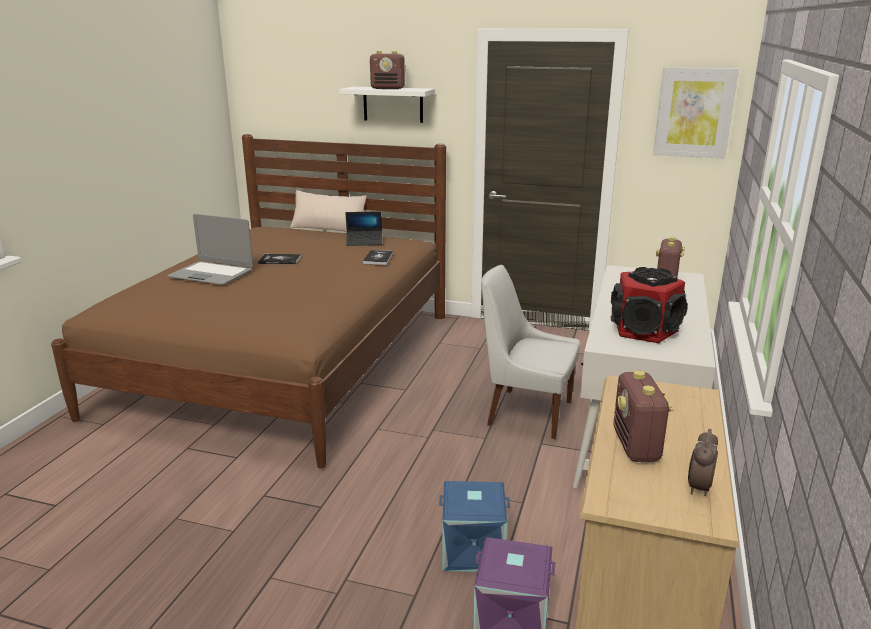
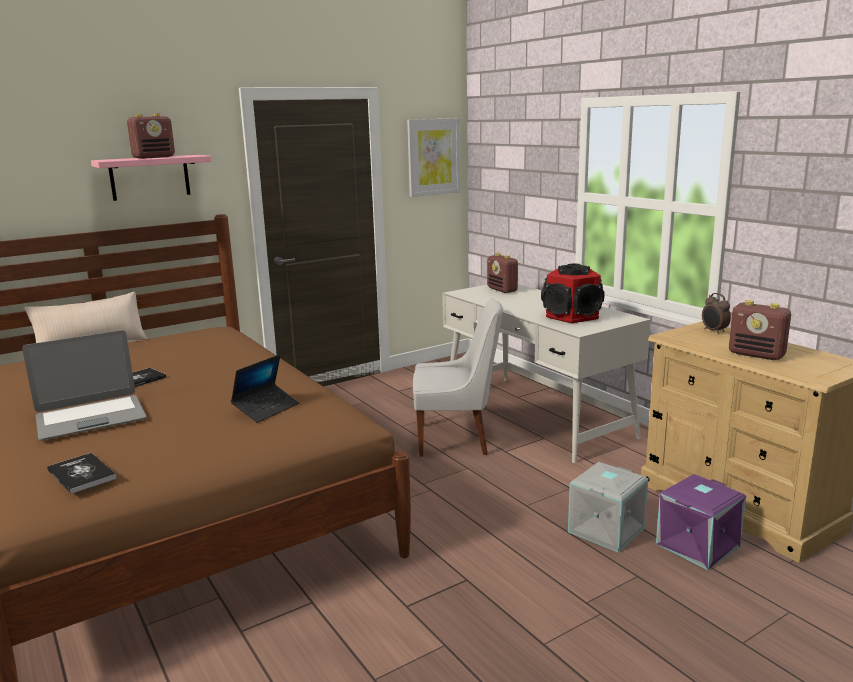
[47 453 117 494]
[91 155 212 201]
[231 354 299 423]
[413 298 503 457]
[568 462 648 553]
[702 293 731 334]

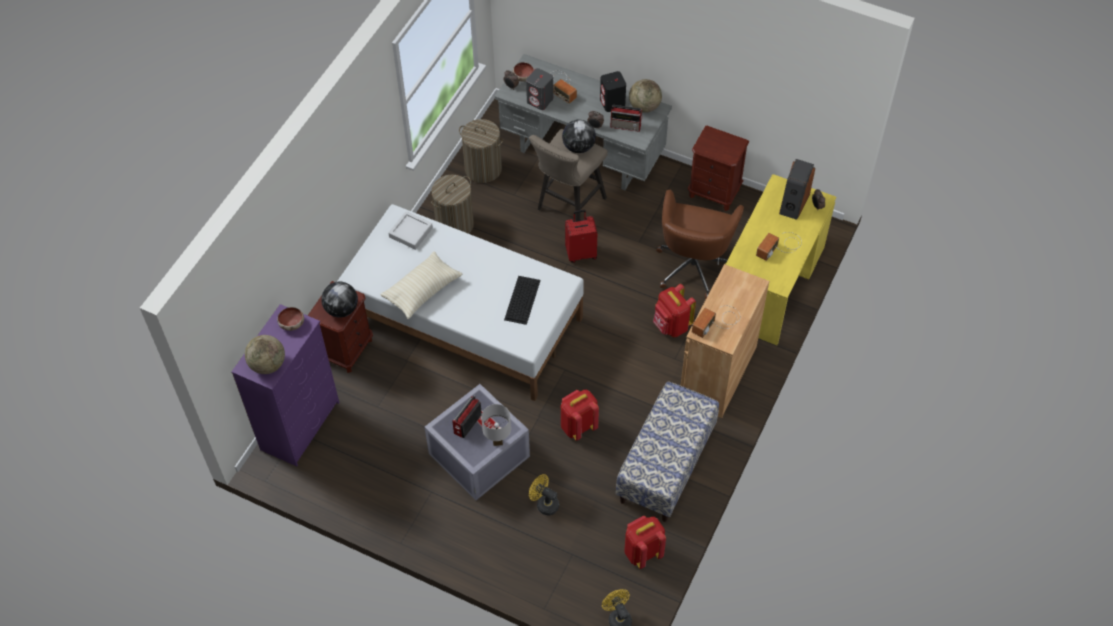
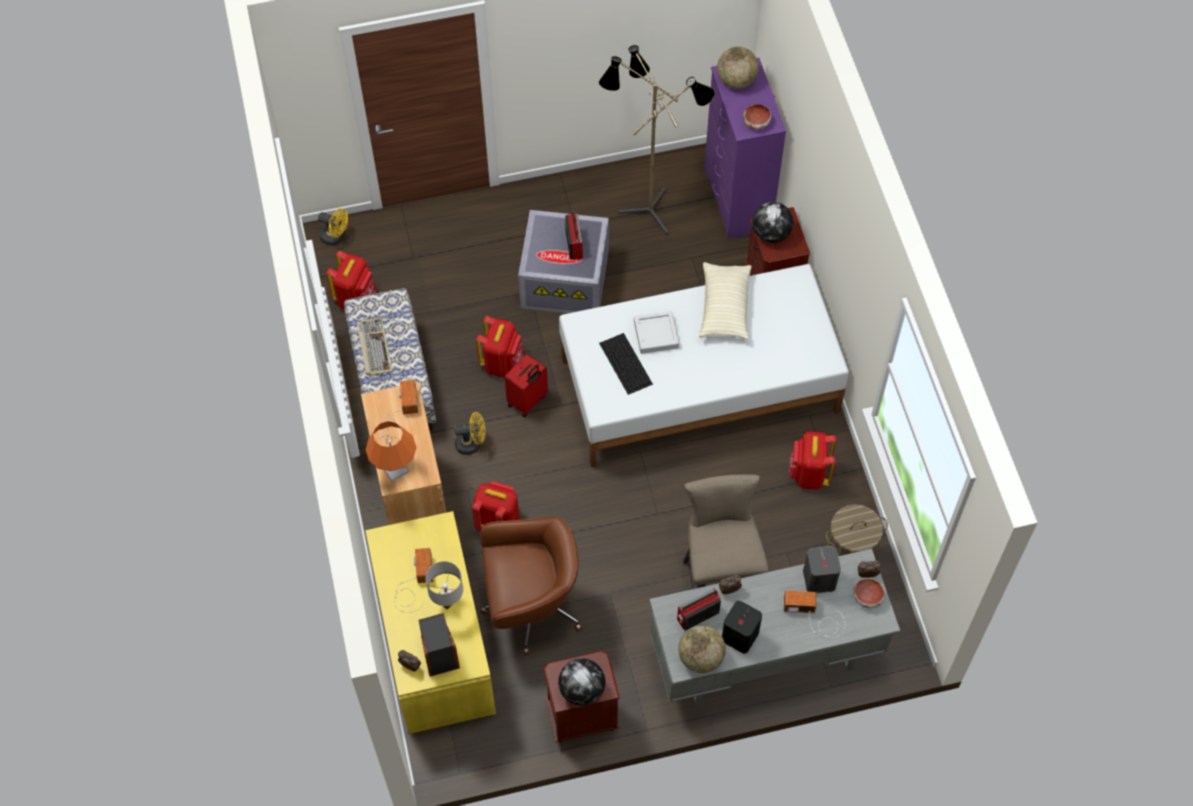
[357 317 392 375]
[366 421 416 481]
[425 561 463 610]
[455 412 485 455]
[480 516 582 656]
[505 354 548 417]
[558 658 606 706]
[599 45 715 235]
[634 311 679 354]
[789 431 837 490]

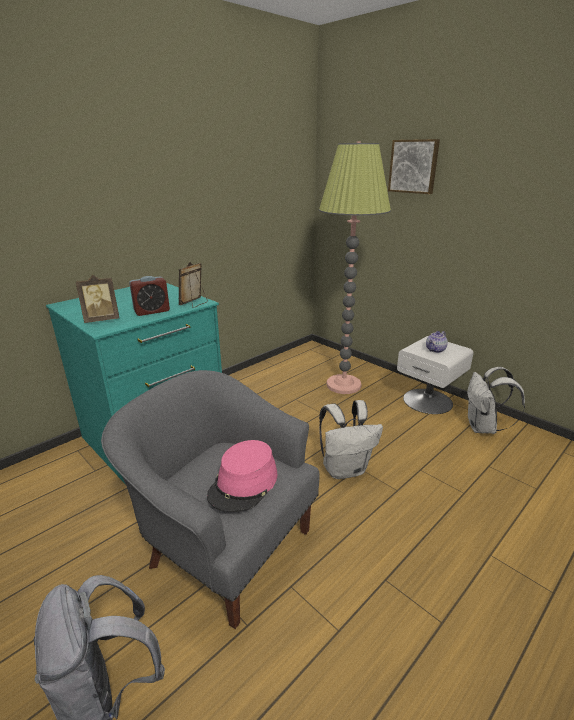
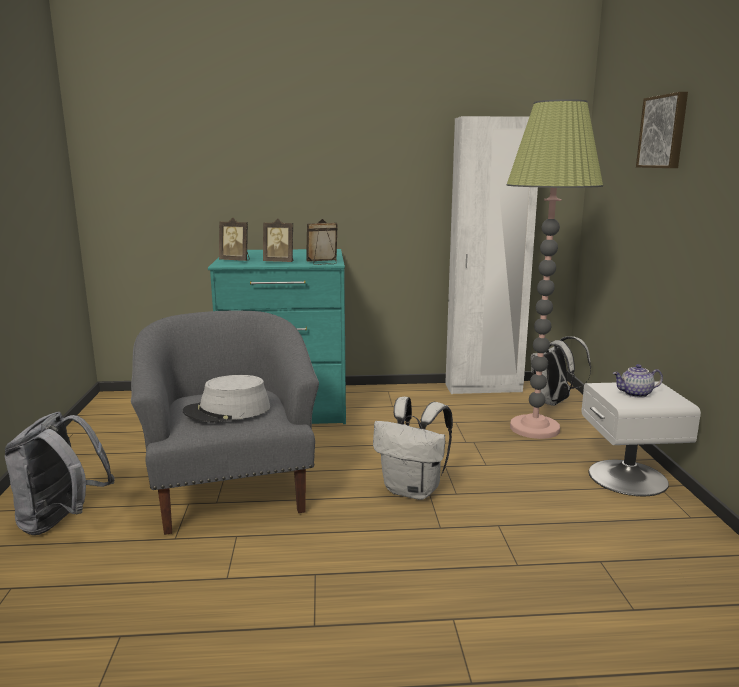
[183 375 270 423]
[263 218 293 262]
[445 116 538 394]
[531 336 591 406]

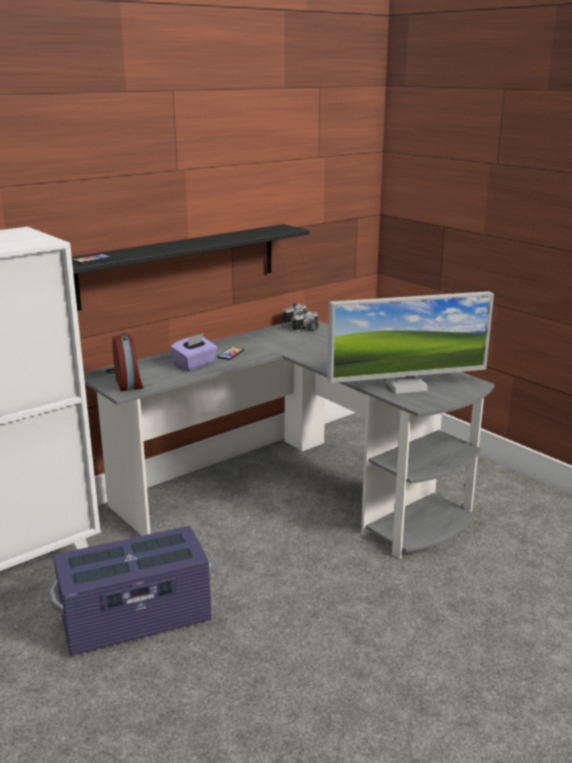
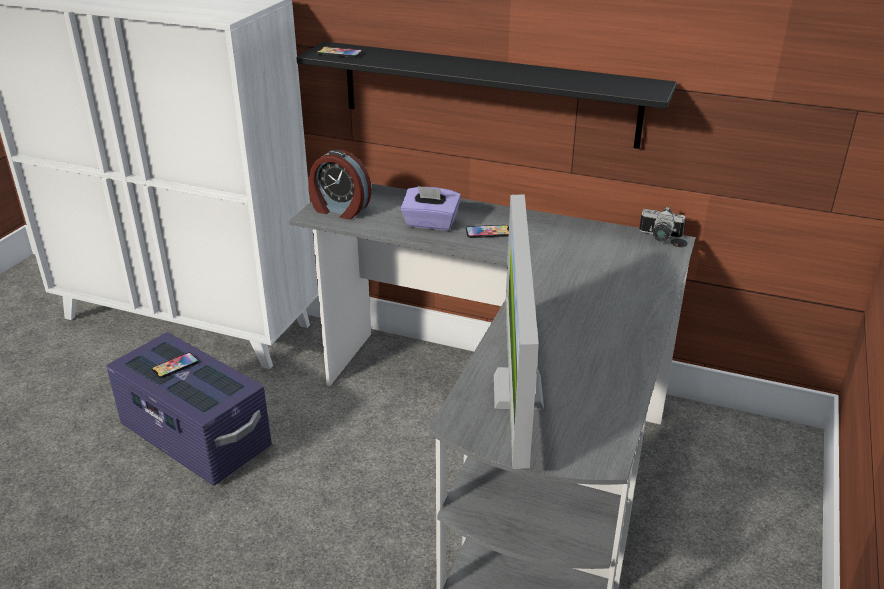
[152 352 199 378]
[308 150 372 220]
[494 194 544 469]
[292 310 319 331] (first image)

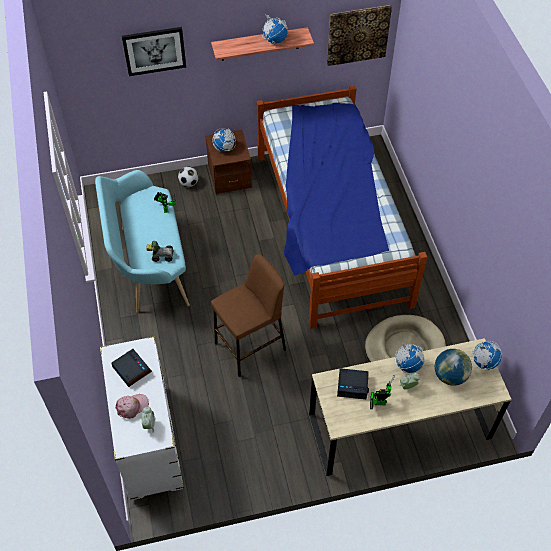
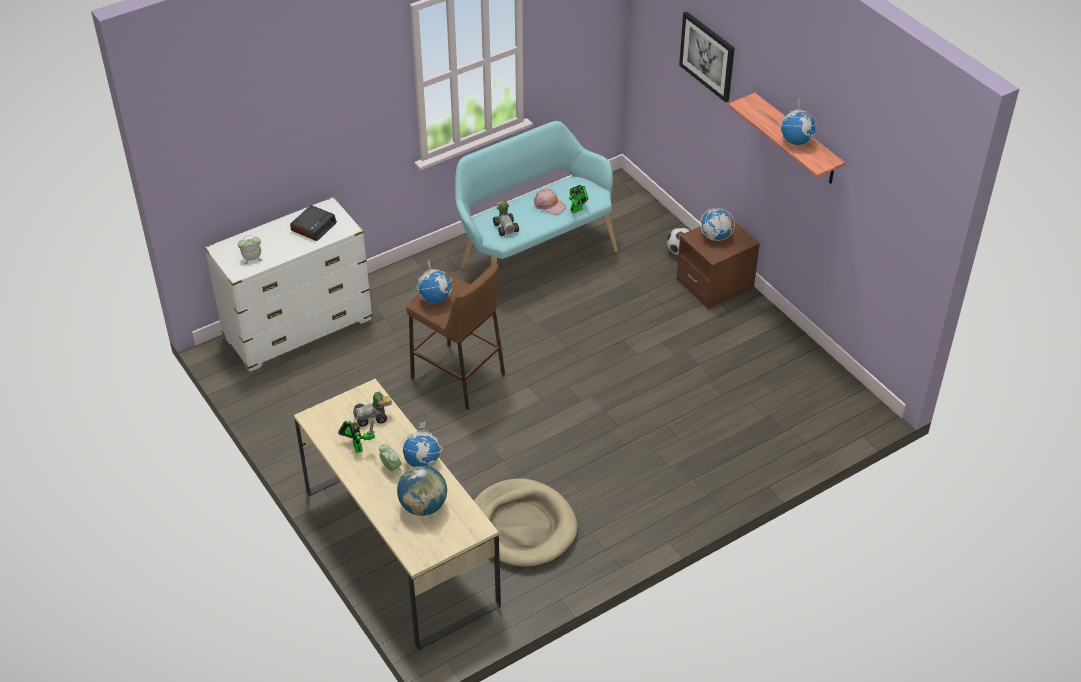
[353 392 392 427]
[415 260 452 303]
[534 188 566 215]
[257 85 427 329] (first image)
[327 5 392 66] (first image)

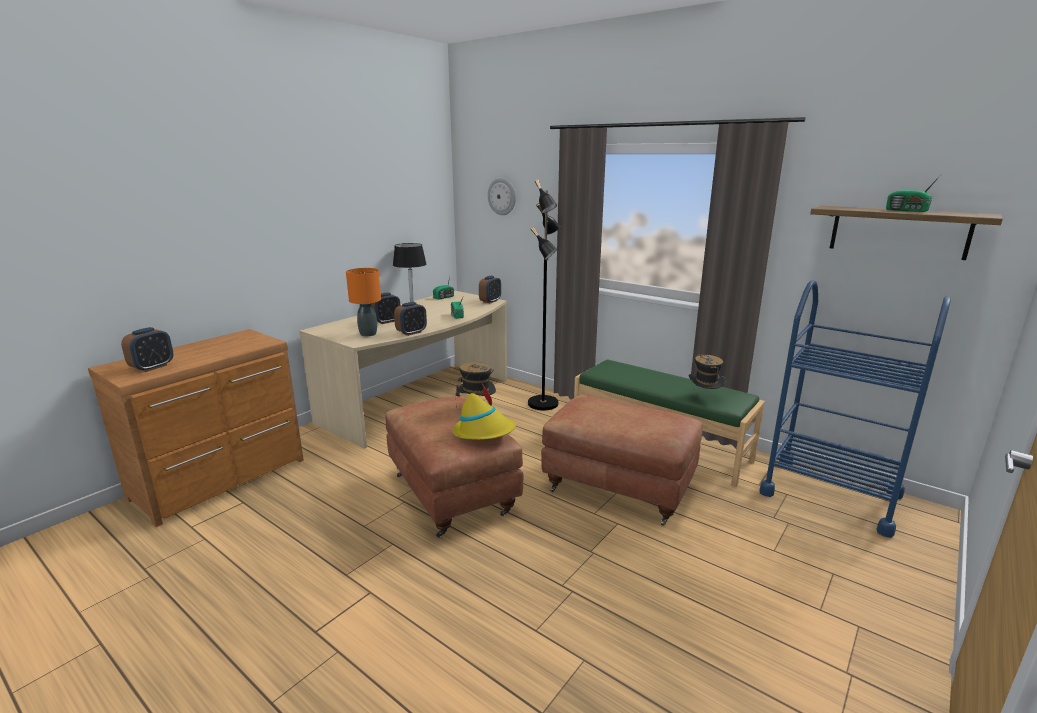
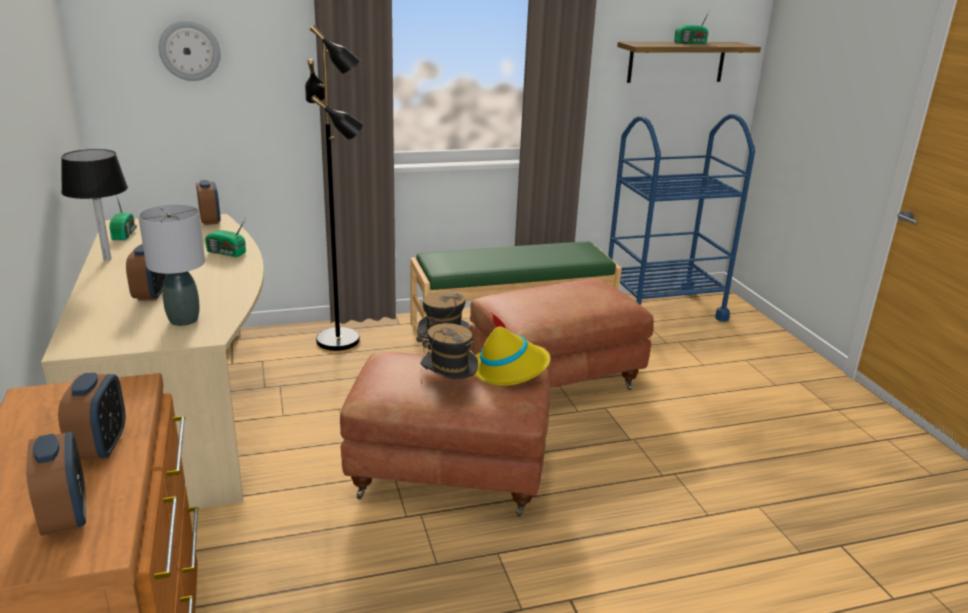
[58 373 126 460]
[138 204 205 326]
[420 323 478 385]

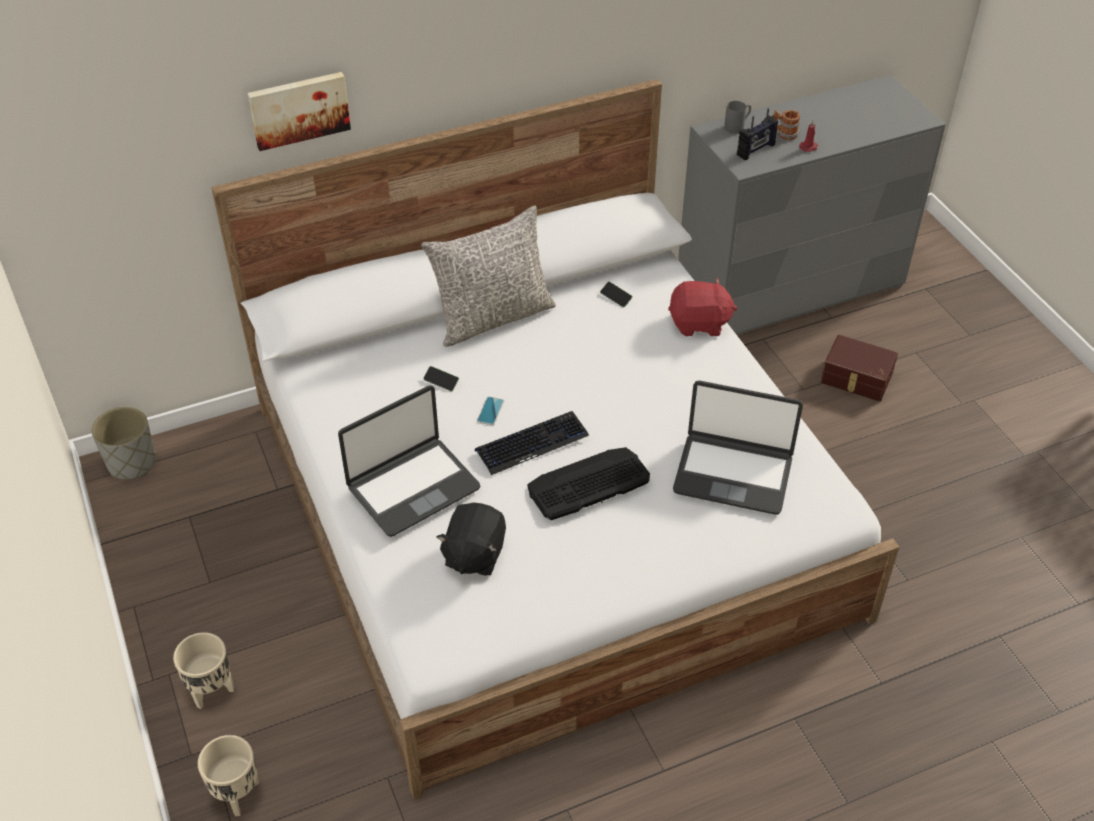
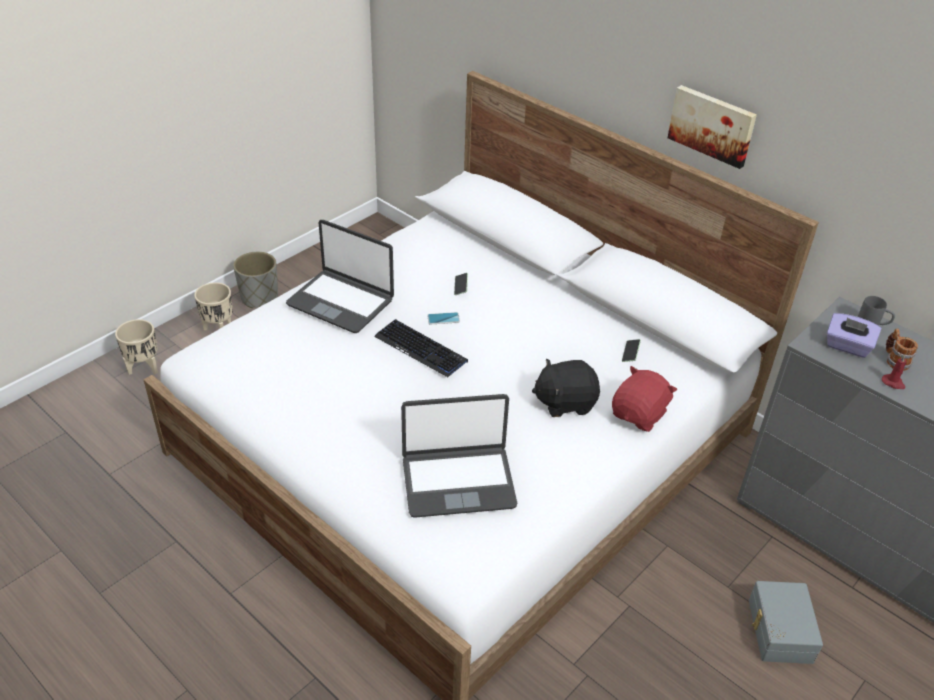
[233 252 278 308]
[401 394 517 518]
[532 359 600 417]
[612 366 677 432]
[668 85 757 169]
[749 581 823 664]
[827 313 881 358]
[421 205 556 347] (first image)
[527 447 650 520] (first image)

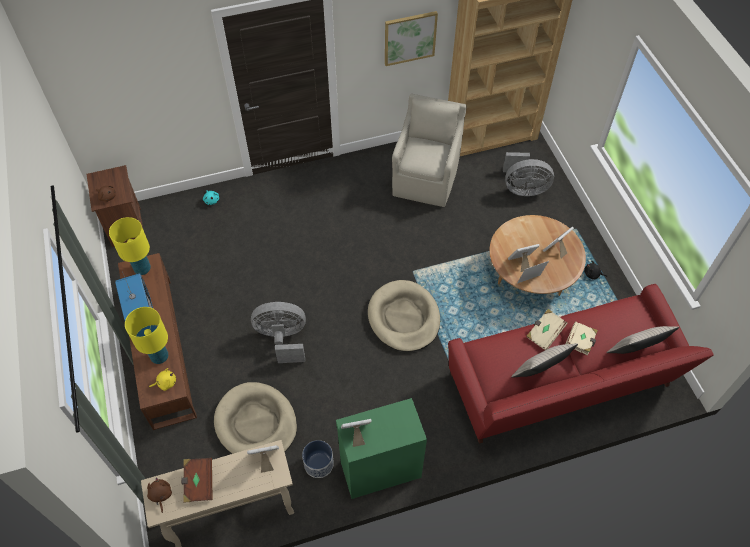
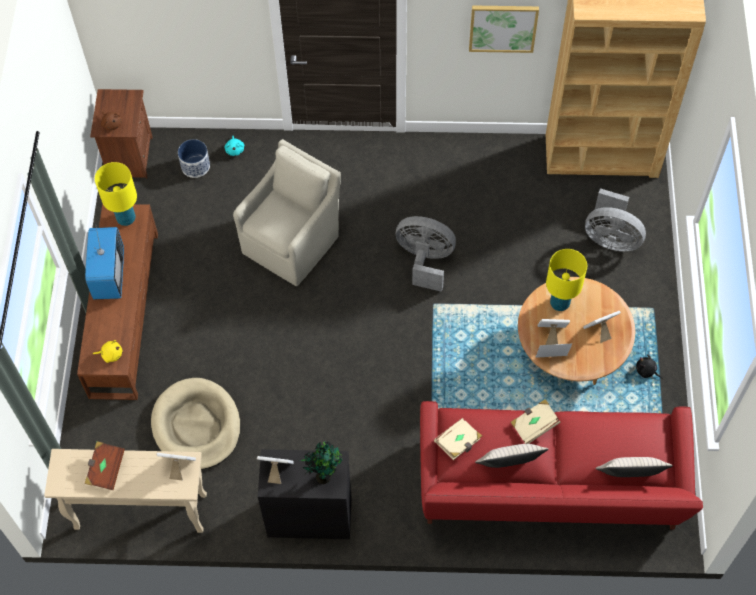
[178 139 210 178]
[233 139 341 286]
[258 449 352 539]
[300 441 343 484]
[395 216 456 292]
[434 418 482 460]
[546 249 587 311]
[147 477 172 513] (first image)
[368 280 440 352] (first image)

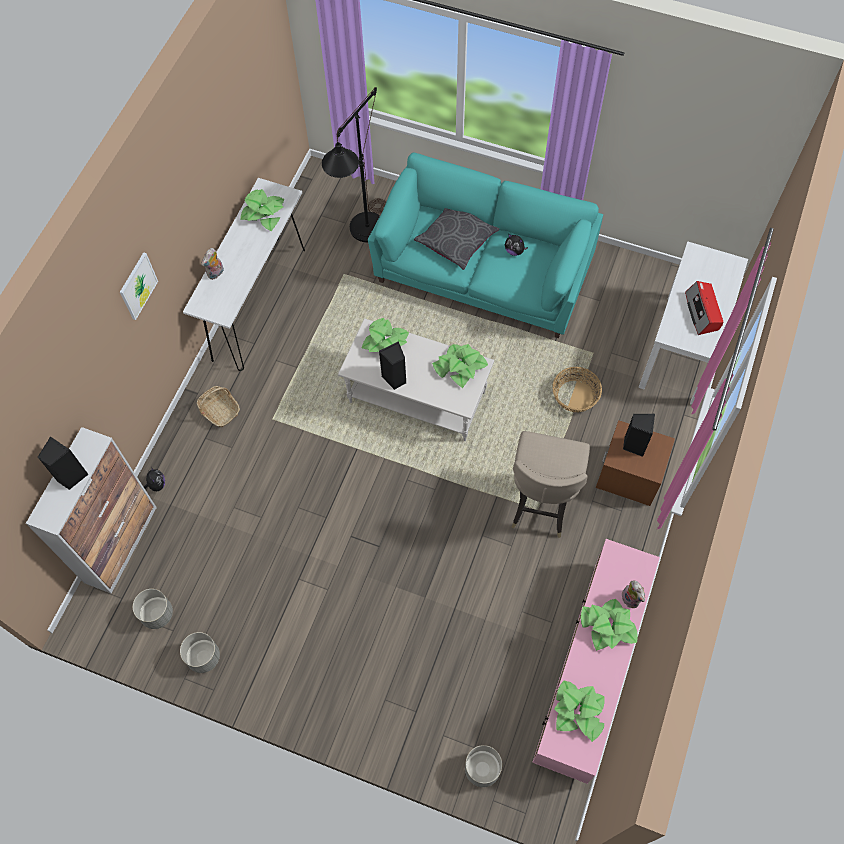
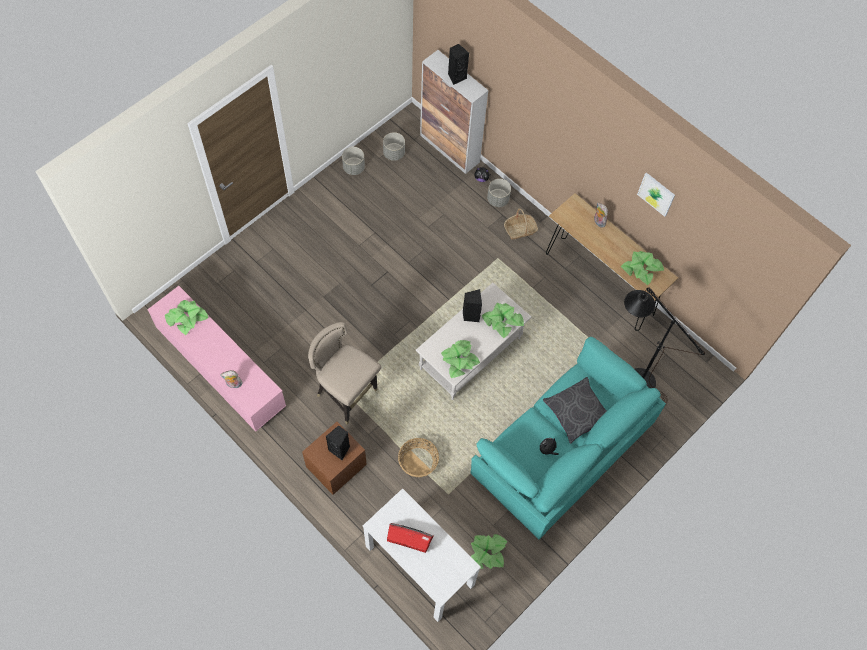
[471 534 507 569]
[487 179 511 207]
[546 193 678 331]
[637 172 675 217]

